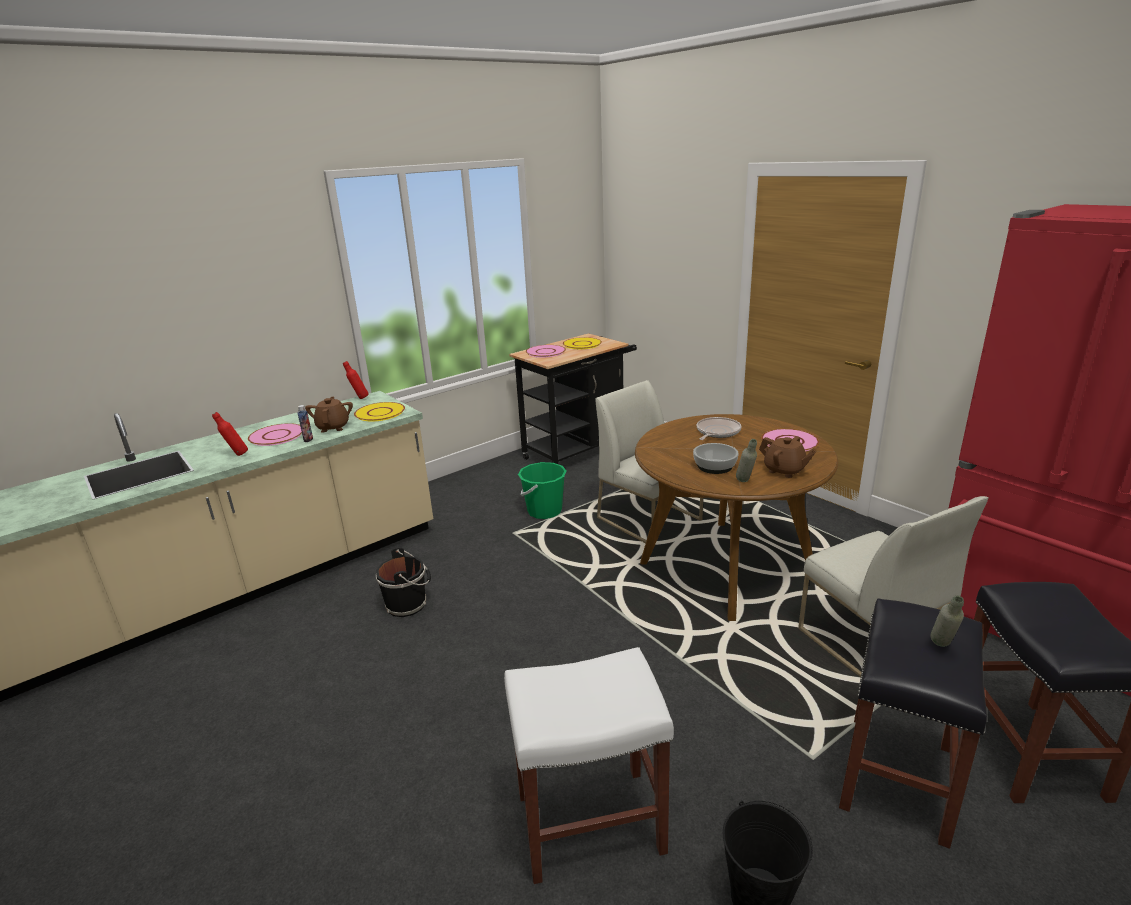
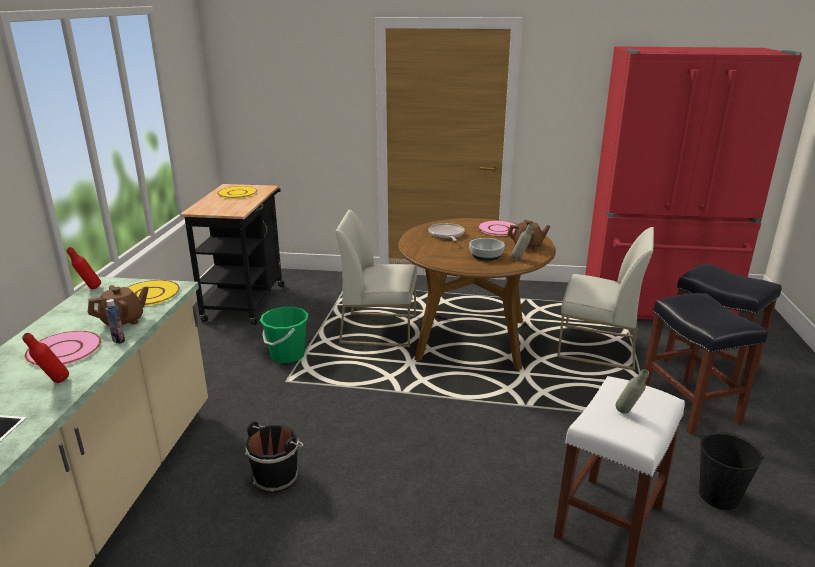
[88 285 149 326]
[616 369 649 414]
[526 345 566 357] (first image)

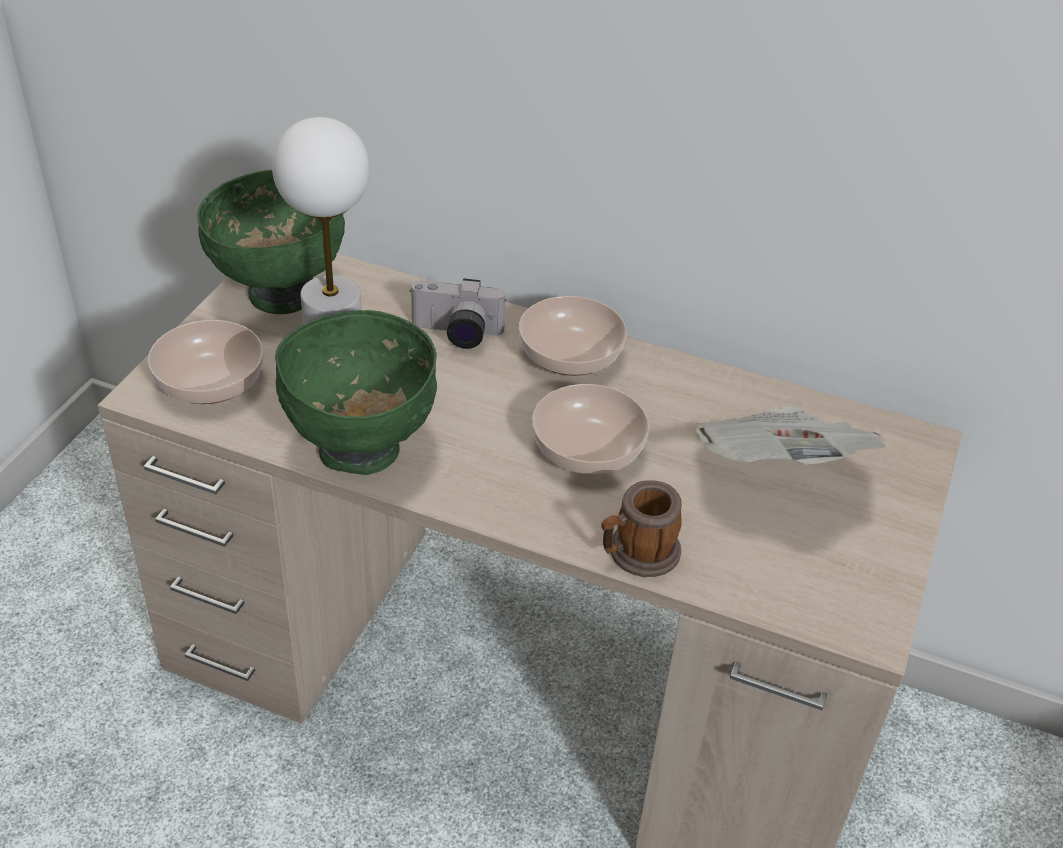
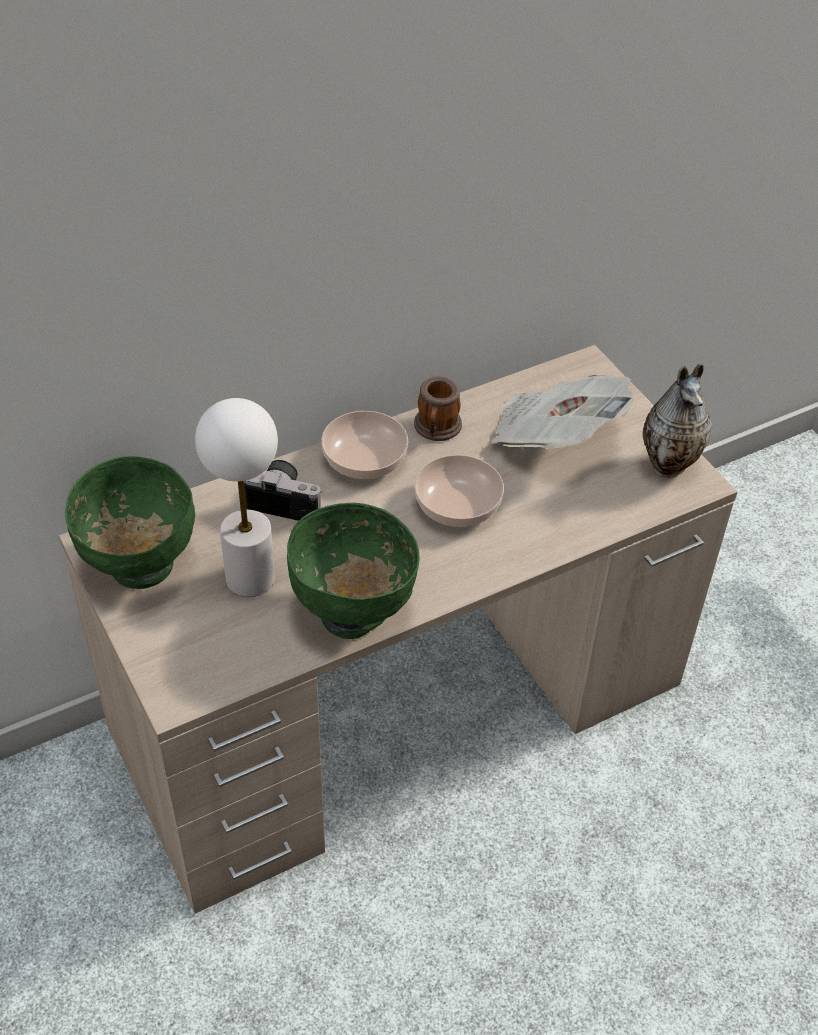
[244 460 323 521]
[414 376 462 441]
[643 364 712 478]
[148 320 264 404] (first image)

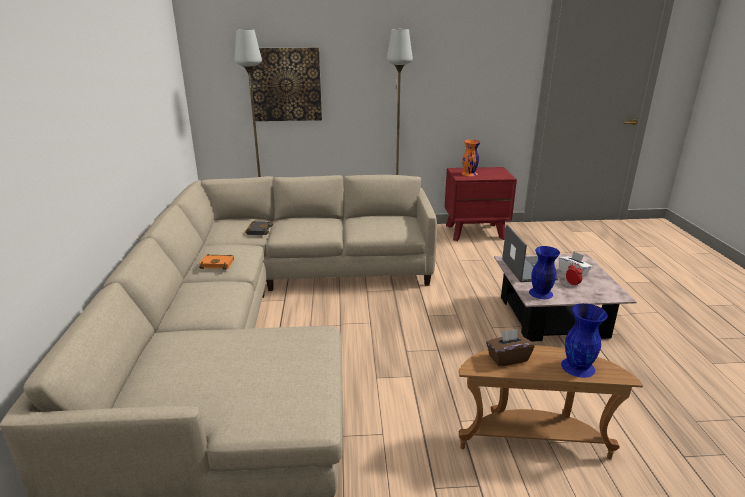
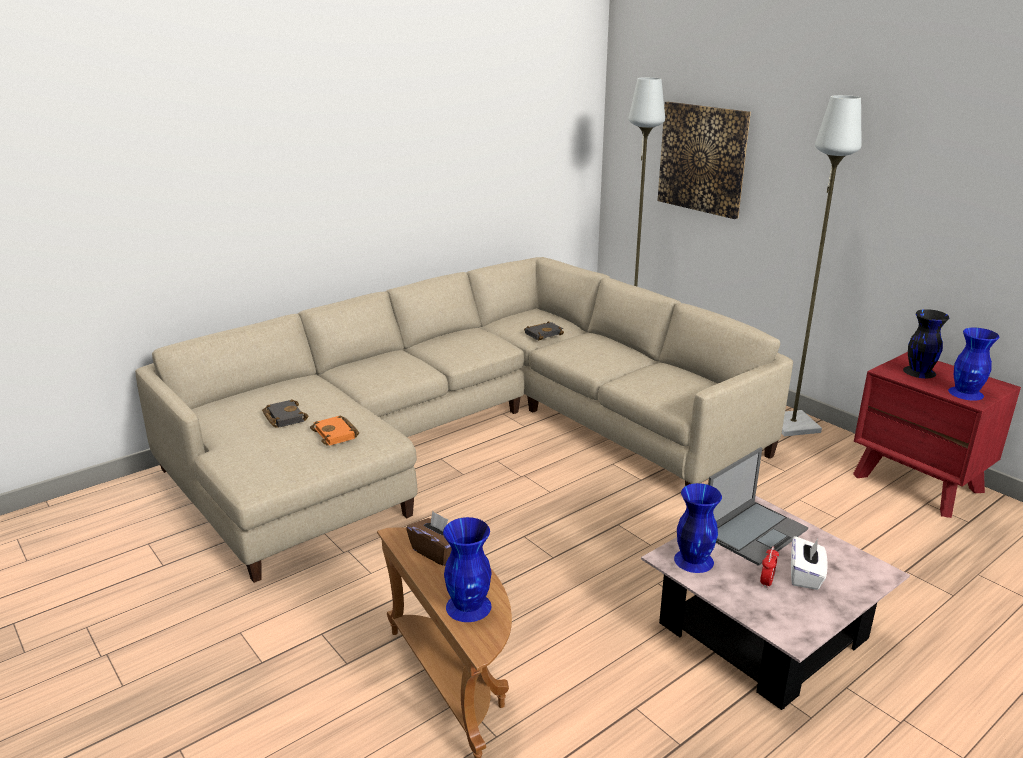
[262 399 308 428]
[310 415 359 446]
[903 309 949 378]
[948 328 999 401]

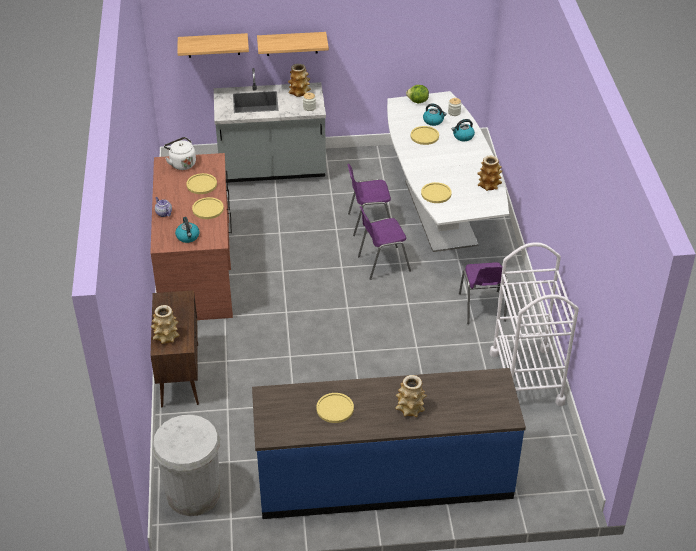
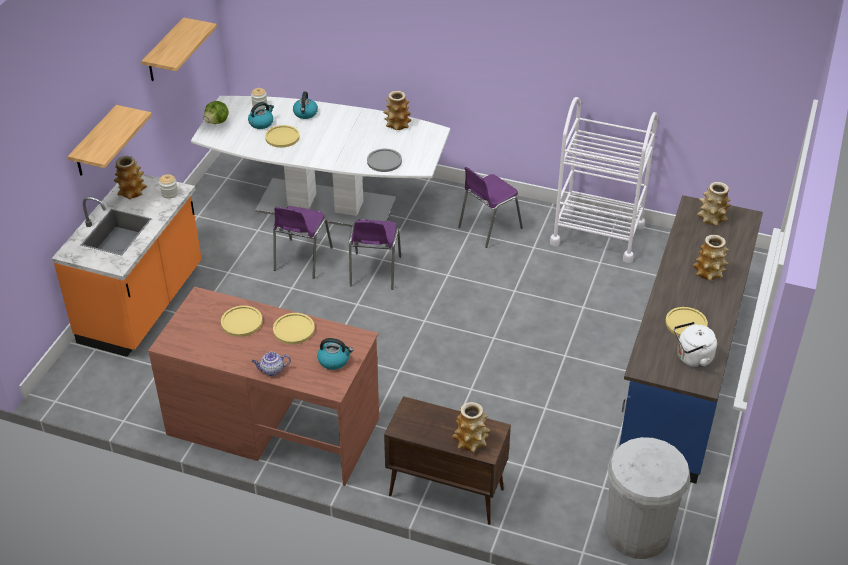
[52 174 202 357]
[142 17 217 81]
[367 149 402 172]
[458 167 523 248]
[674 322 717 367]
[697 182 730 226]

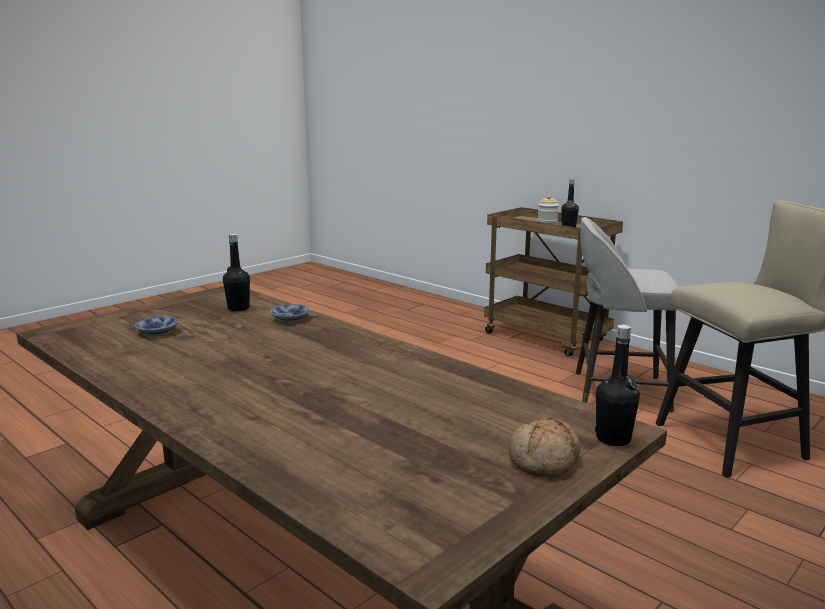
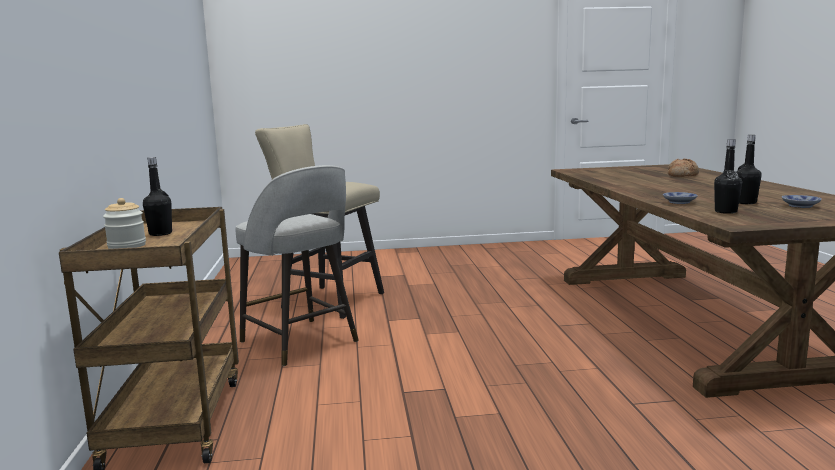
[668 159 699 177]
[736 135 762 204]

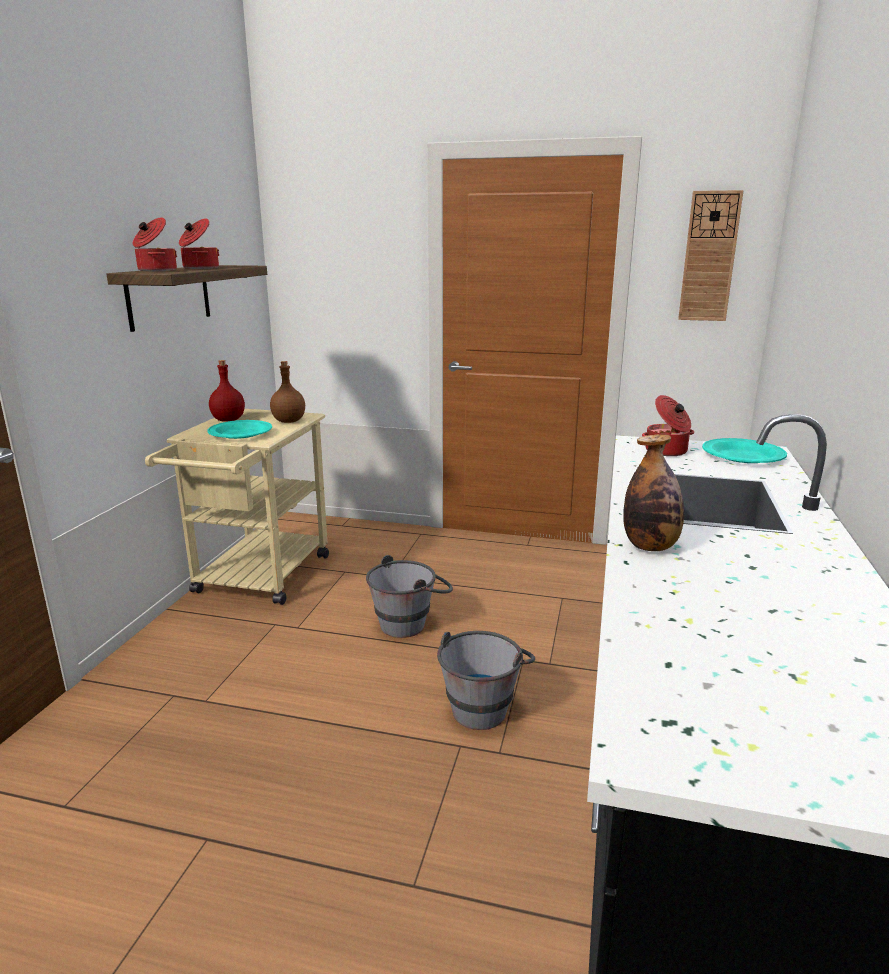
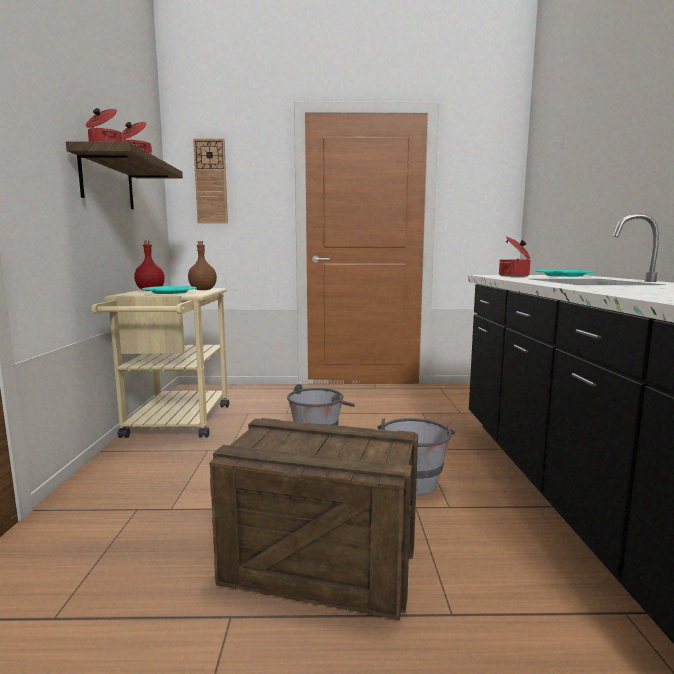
[193 139 228 223]
[210 418 418 621]
[623 434 684 551] (first image)

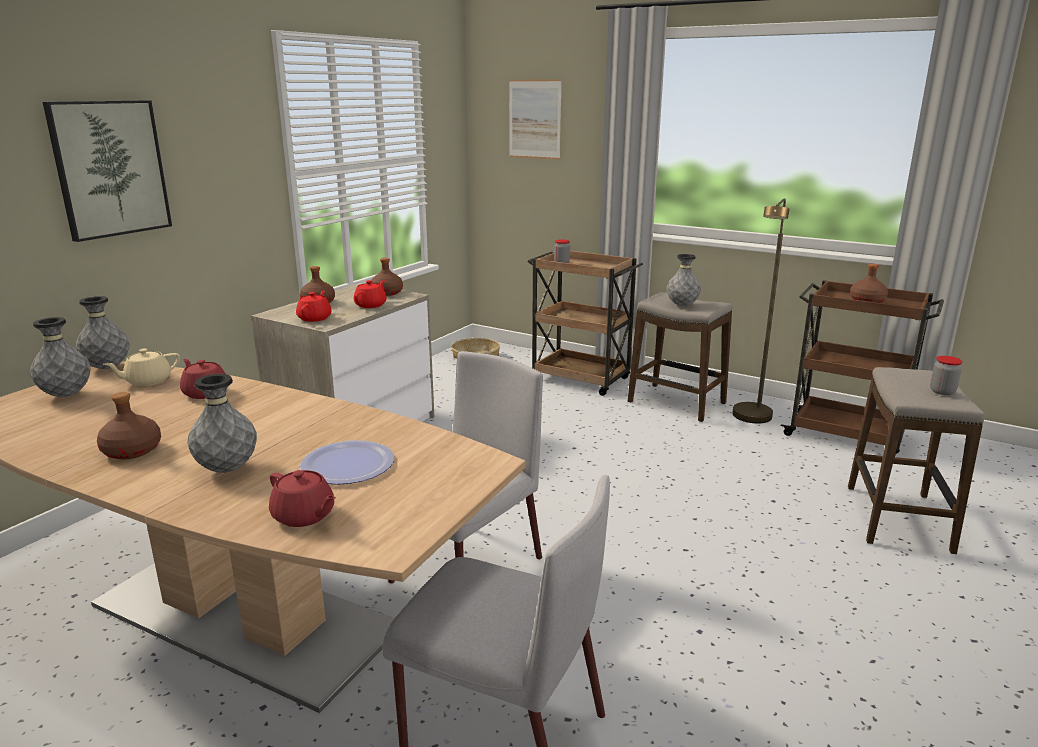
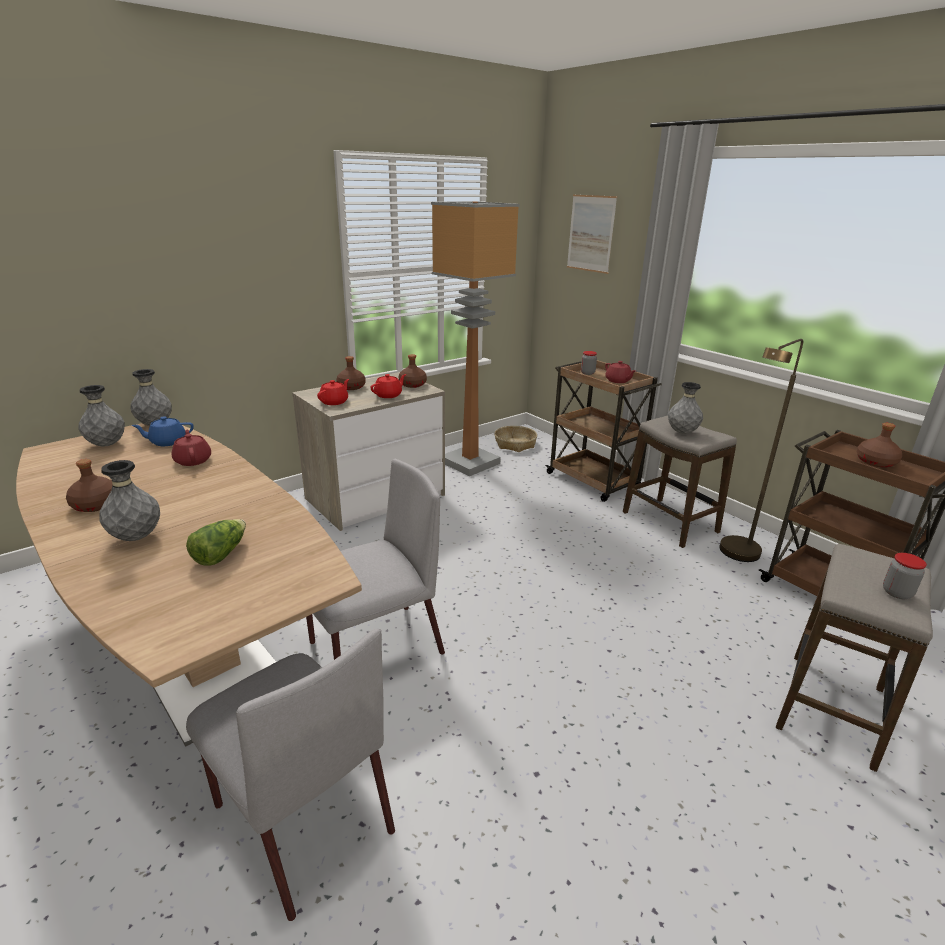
[132 416 194 446]
[186 519 246 566]
[431 201 520 476]
[605 361 636 383]
[43 100 172 242] (first image)

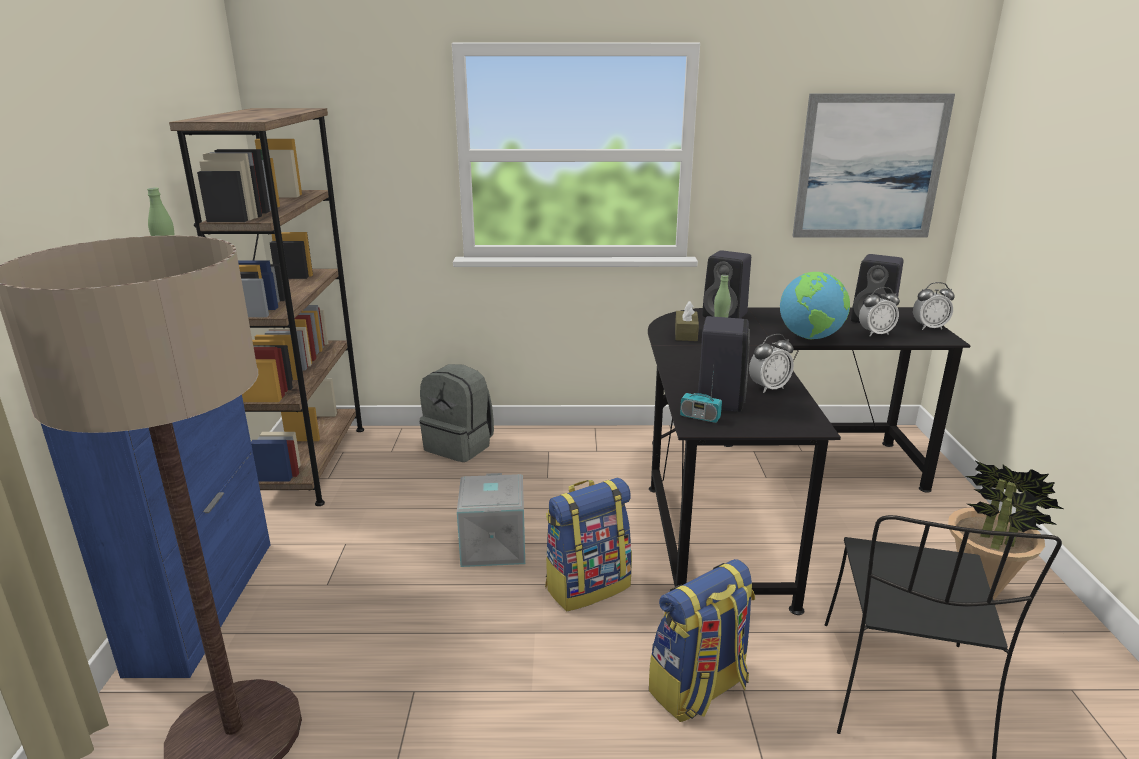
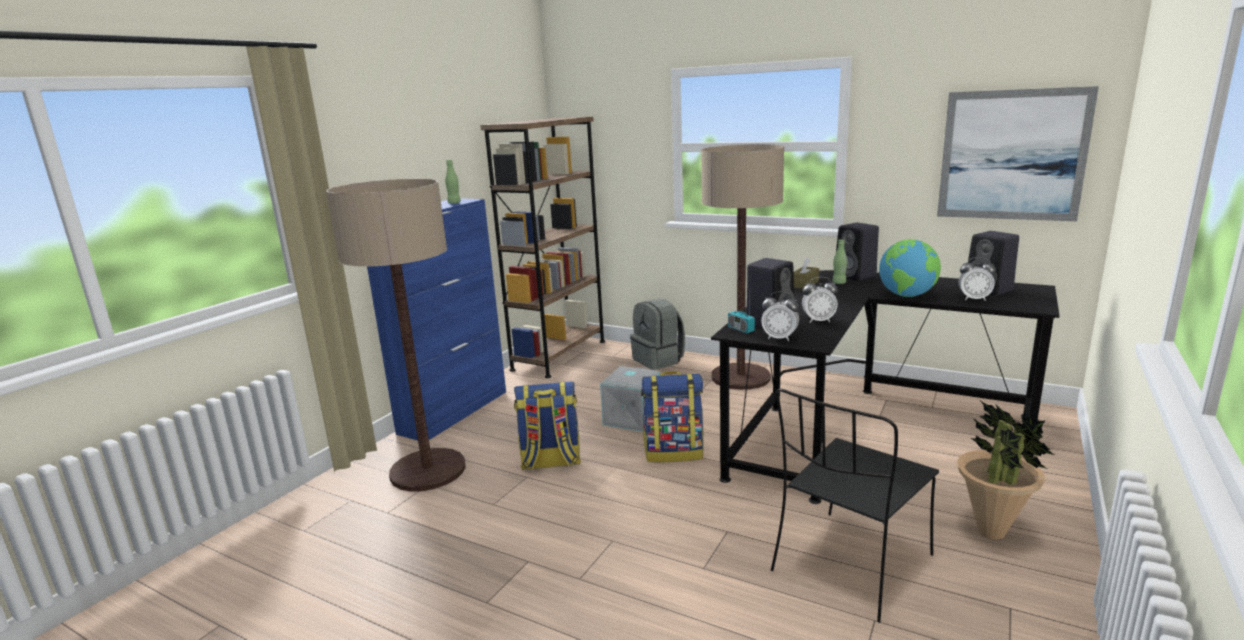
[514 381 581 470]
[701 144 784 390]
[761 292 799 341]

